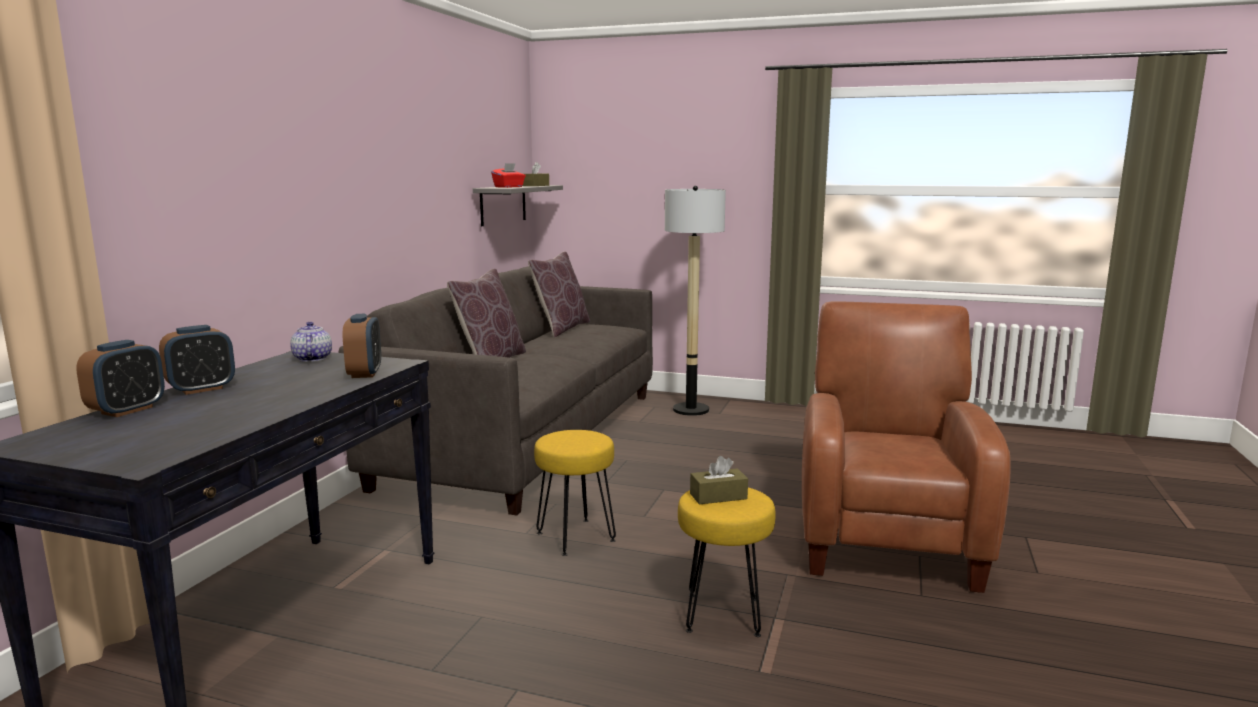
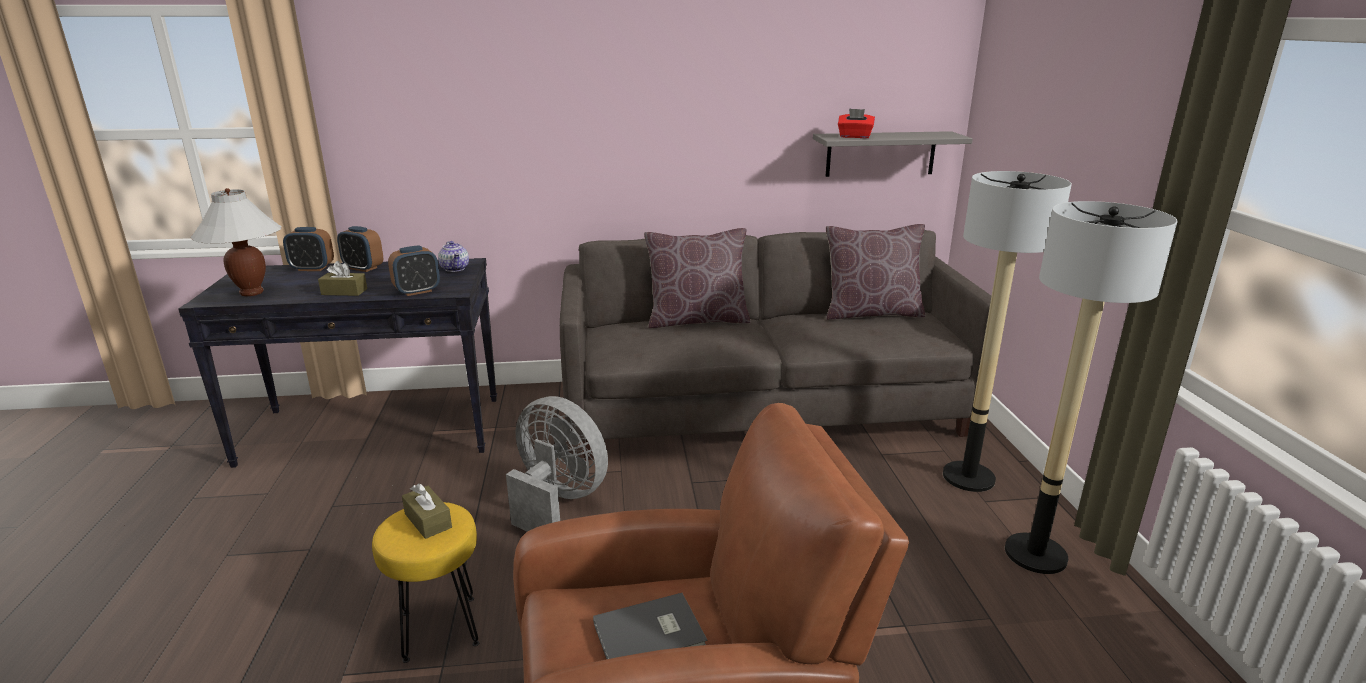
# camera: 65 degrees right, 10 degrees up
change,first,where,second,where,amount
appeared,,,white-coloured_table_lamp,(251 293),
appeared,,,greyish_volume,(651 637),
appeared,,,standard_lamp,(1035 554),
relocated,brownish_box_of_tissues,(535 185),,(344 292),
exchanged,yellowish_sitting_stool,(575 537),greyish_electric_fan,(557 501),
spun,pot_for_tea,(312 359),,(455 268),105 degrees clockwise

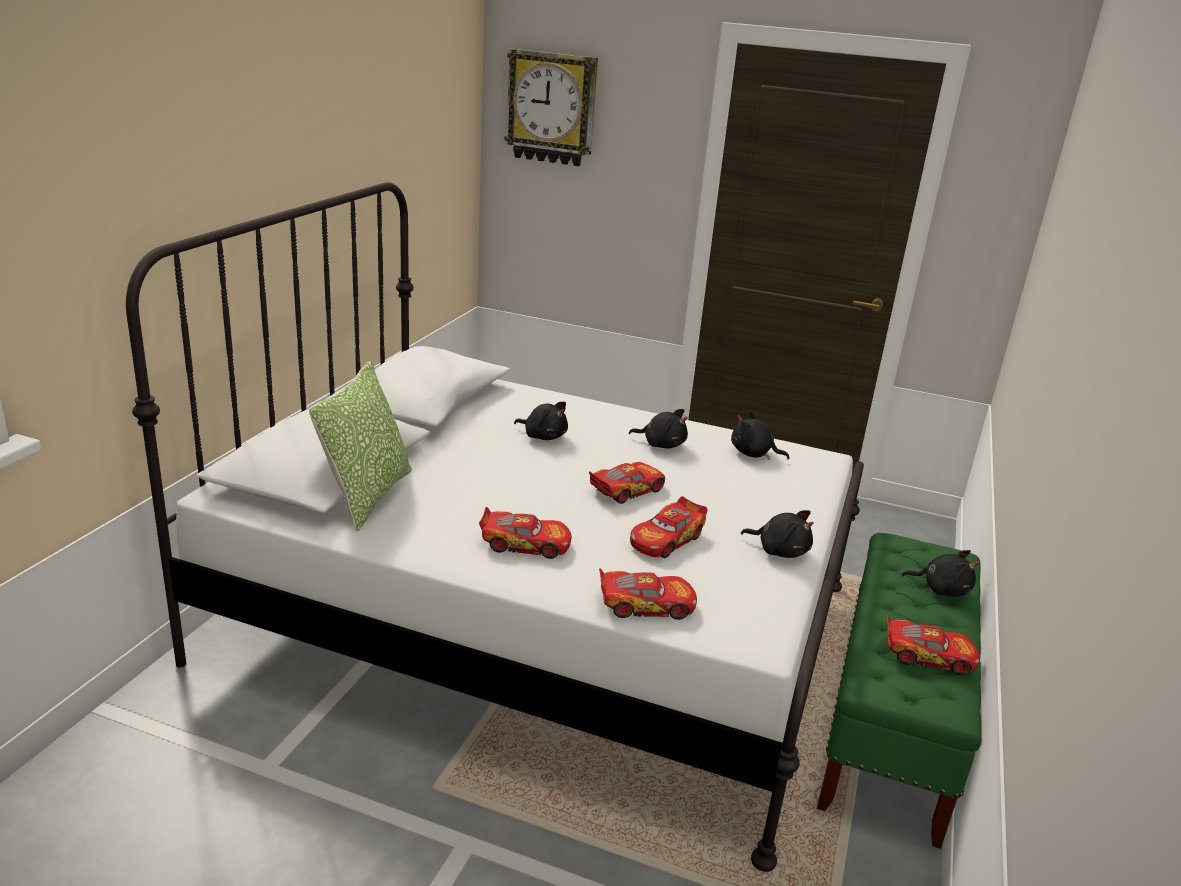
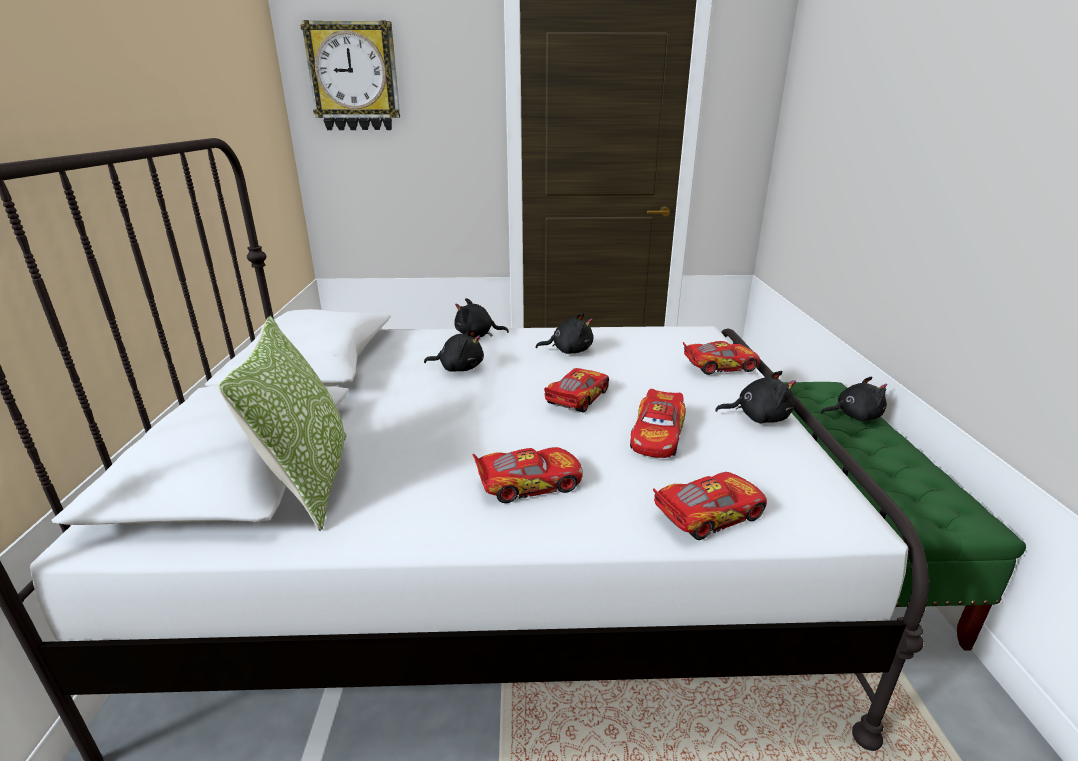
# camera: 20 degrees left, 0 degrees up
change,first,where,second,where,amount
relocated,black-coloured_plush_toy,(753 454),,(477 335),
relocated,miniature_car,(927 656),,(719 366),

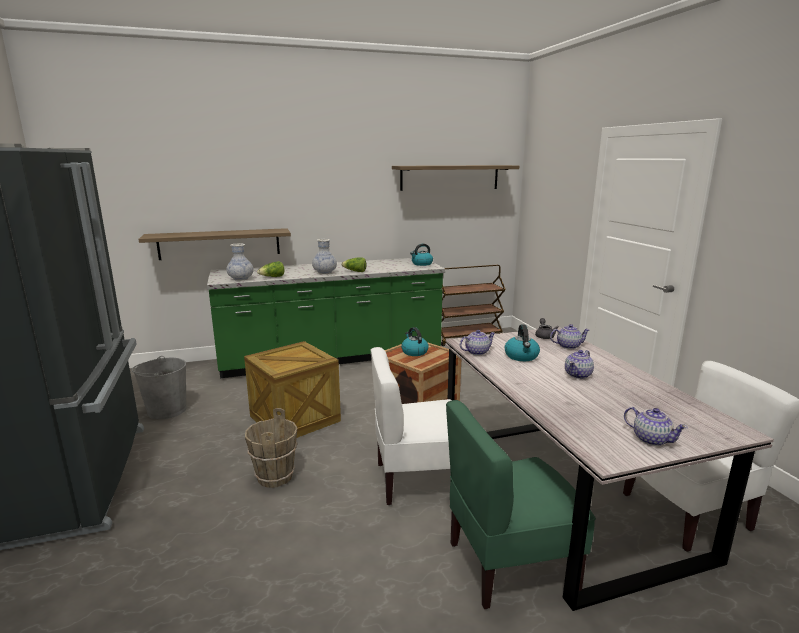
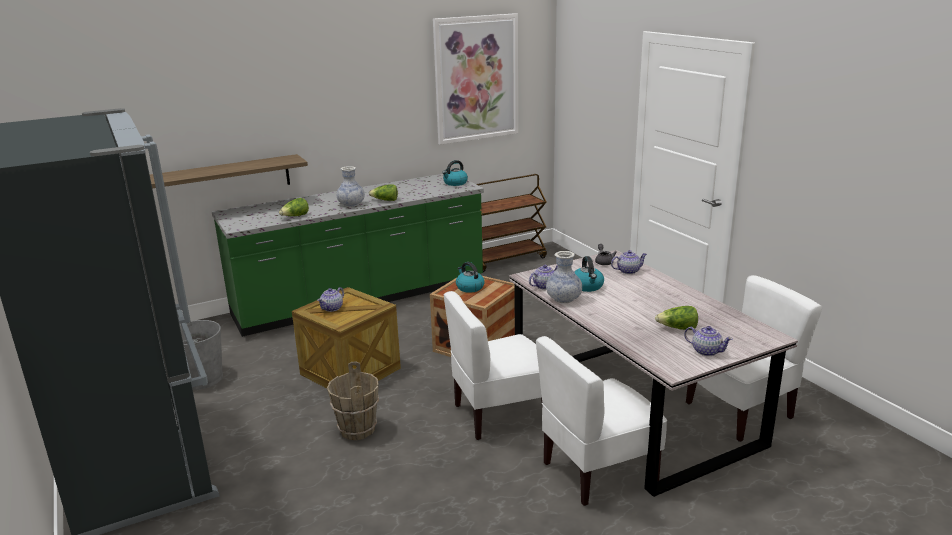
# camera: 10 degrees left, 5 degrees up
change,first,where,second,where,amount
appeared,,,lettuce,(677 328),
relocated,flower_vase,(240 279),,(563 299),
relocated,pot_for_tea,(578 375),,(332 308),
exchanged,shelf,(450 177),wall_picture,(476 78),
colour,green-coloured_chair,(510 565),white-coloured_chair,(598 472),

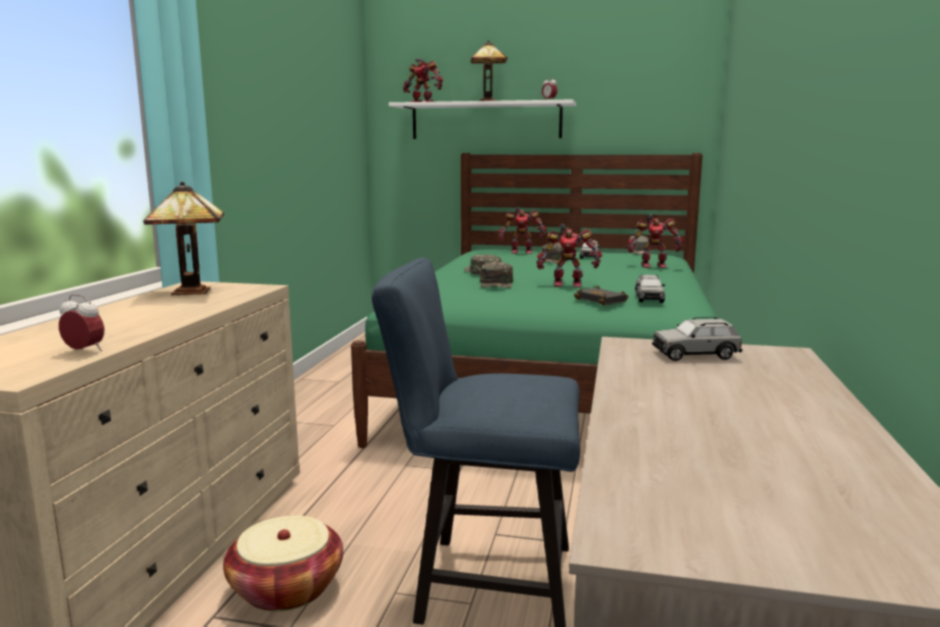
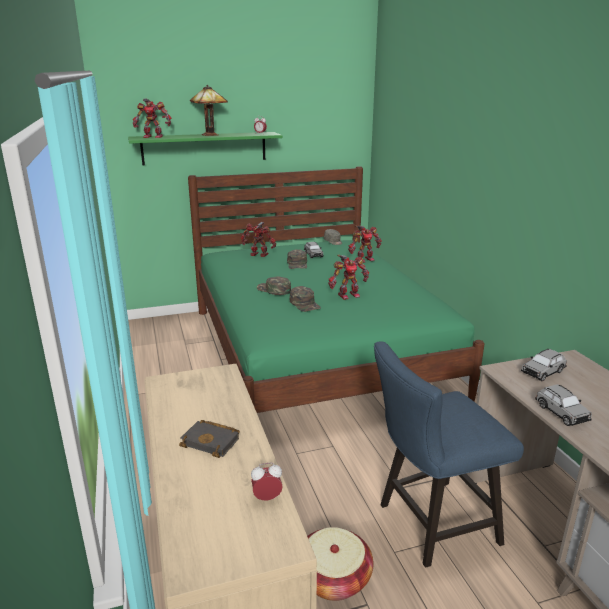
# camera: 30 degrees left, 10 degrees up
change,first,where,second,where,amount
missing,table_lamp,(194 291),,,
relocated,black-coloured_volume,(603 300),,(212 441),
relocated,greyish_miniature_car,(649 298),,(561 413),
colour,white-coloured_shelf,(486 121),green-coloured_shelf,(204 148),
spun,model_robot,(521 252),,(259 255),135 degrees counterclockwise

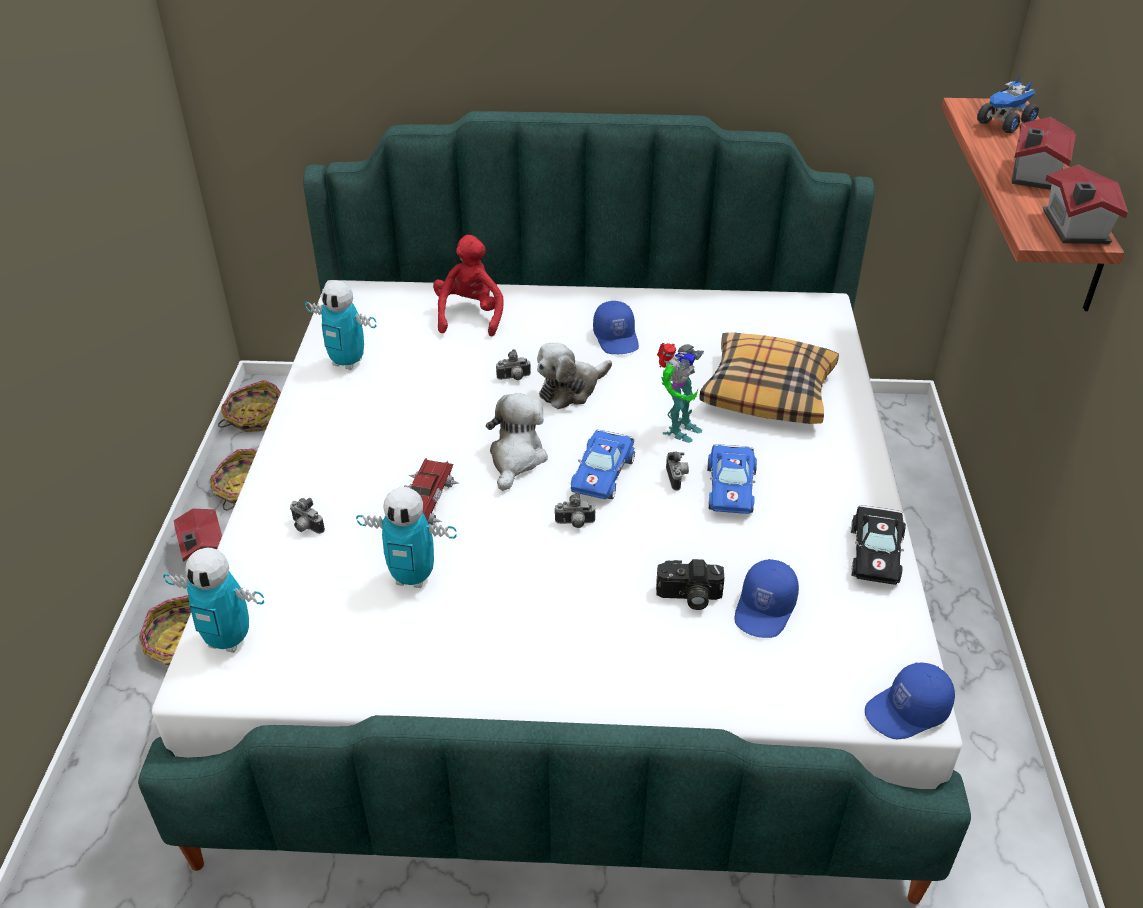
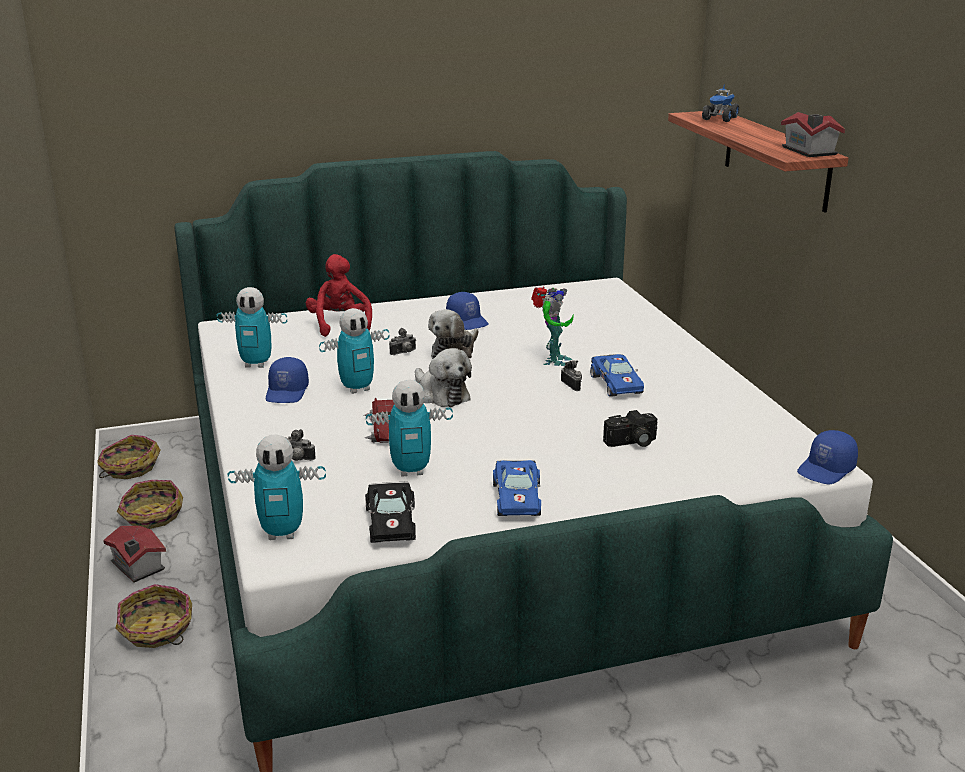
# camera: 20 degrees left, 15 degrees down
change,first,where,second,where,amount
missing,still_camera,(575 524),,,
missing,pillow,(768 391),,,
missing,model_house,(1033 174),,,
appeared,,,model_robot,(357 388),
relocated,bluish_miniature_car,(603 473),,(517 498),
relocated,bluish_cap,(765 609),,(287 392),
relocated,black-coloured_miniature_car,(875 553),,(391 522),
spun,plush_toy,(516 458),,(441 394),150 degrees clockwise

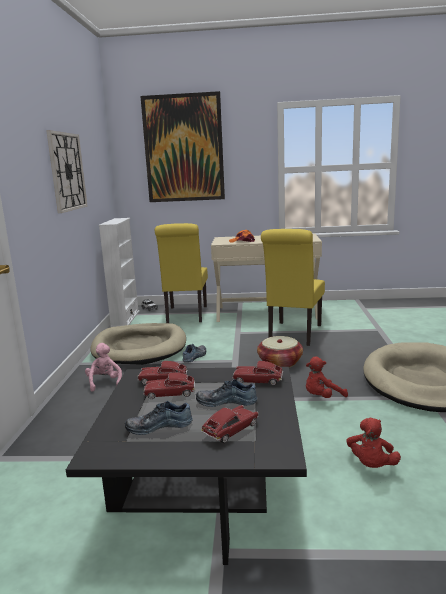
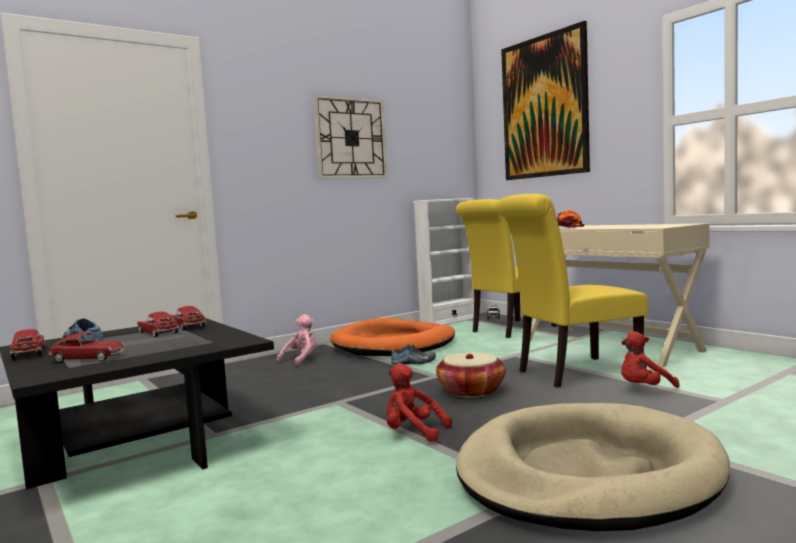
# camera: 50 degrees right, 10 degrees down
change,first,where,second,where,amount
missing,item_of_footwear,(226 401),,,
relocated,miniature_car,(258 380),,(28 353),
relocated,red-coloured_plush_toy,(371 465),,(644 389),
colour,beige_pet_bed,(140 348),orangey_pet_bed,(394 344),

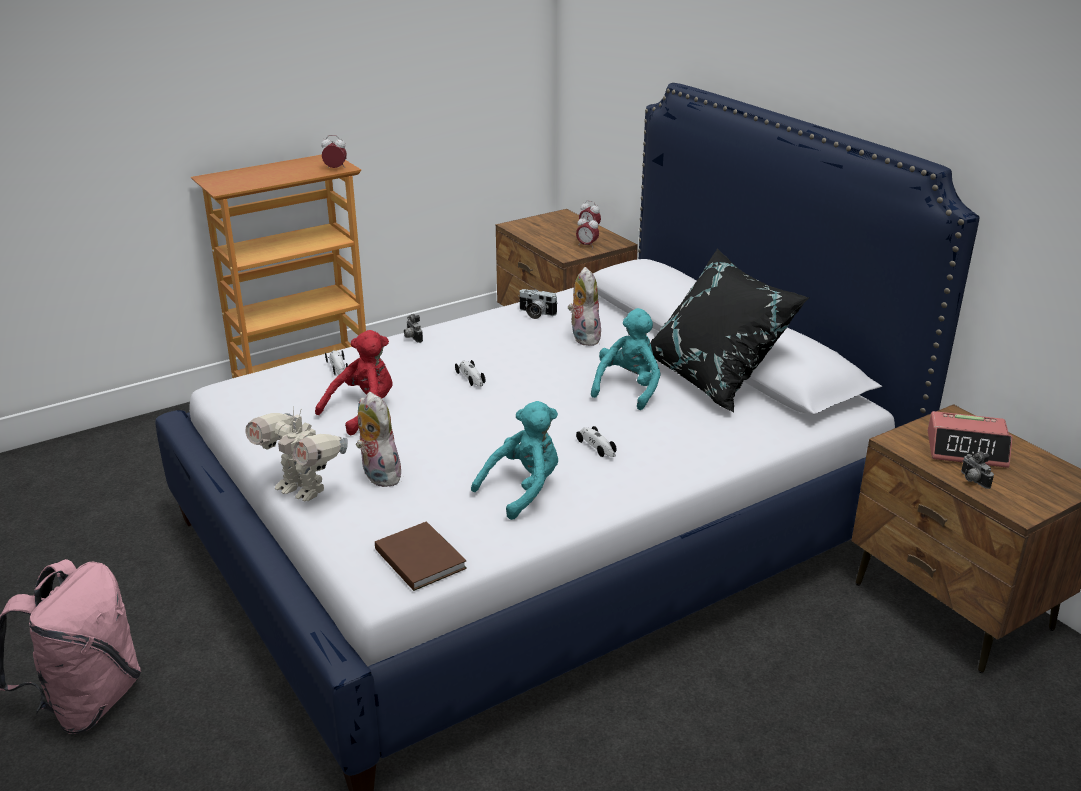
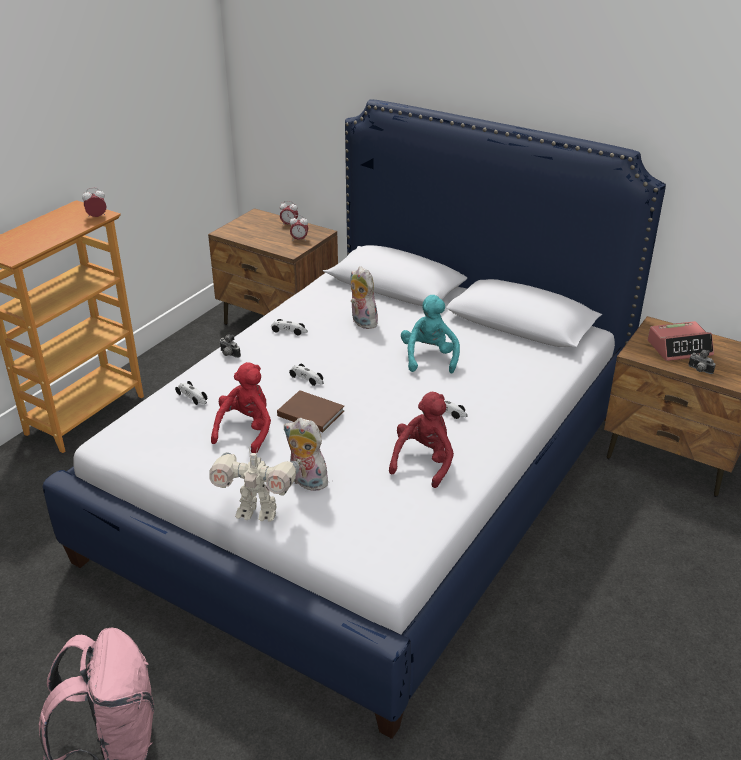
# camera: 25 degrees left, 5 degrees up
change,first,where,second,where,amount
missing,still_camera,(535 314),,,
missing,black-coloured_pillow,(715 378),,,
appeared,,,miniature_car,(289 331),
relocated,brownish_volume,(420 557),,(310 412),
colour,blue-green_plush_toy,(523 490),red-coloured_plush_toy,(424 461),

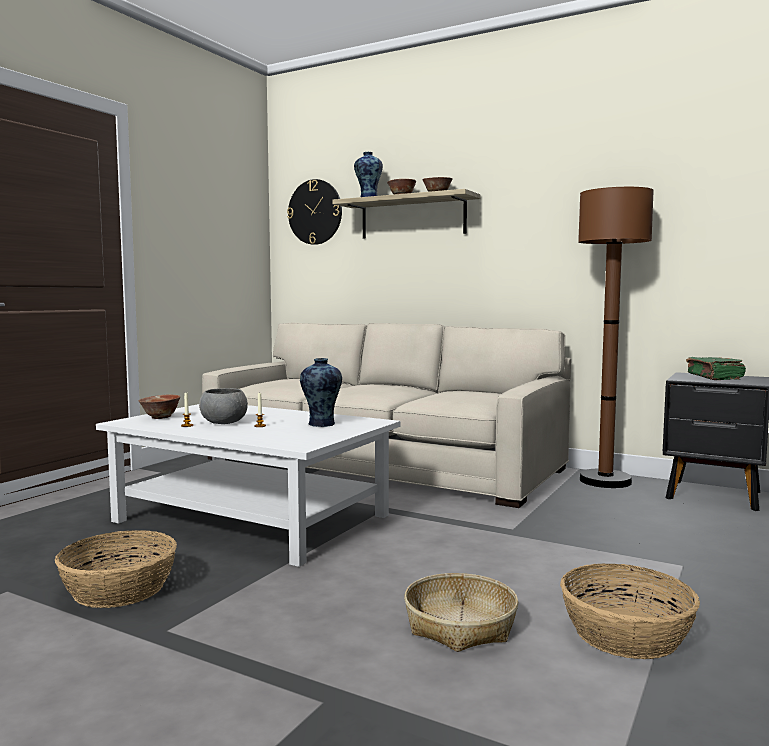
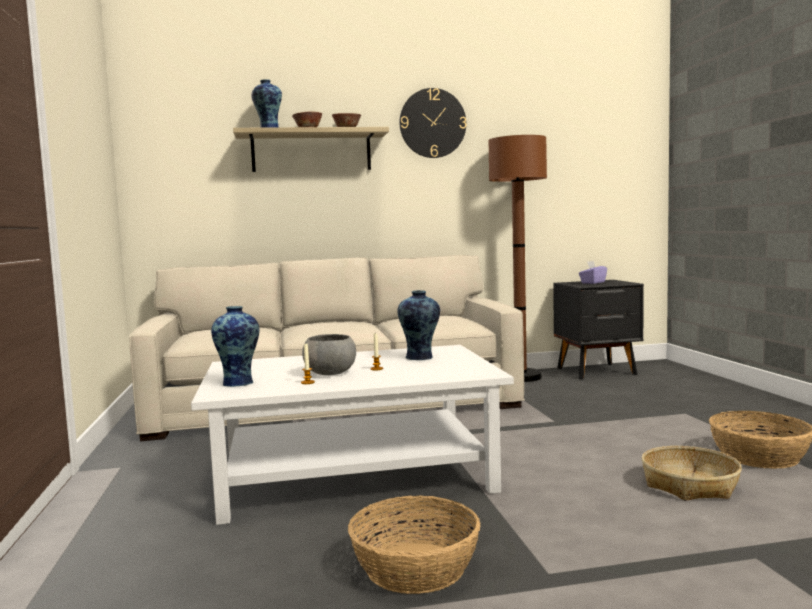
# camera: 40 degrees left, 0 degrees up
change,first,where,second,where,amount
relocated,hanging_clock,(315 212),,(432 123),
exchanged,serving_bowl,(160 417),flower_vase,(239 383),
exchanged,green-coloured_volume,(714 377),purple_box_of_tissues,(592 282),

